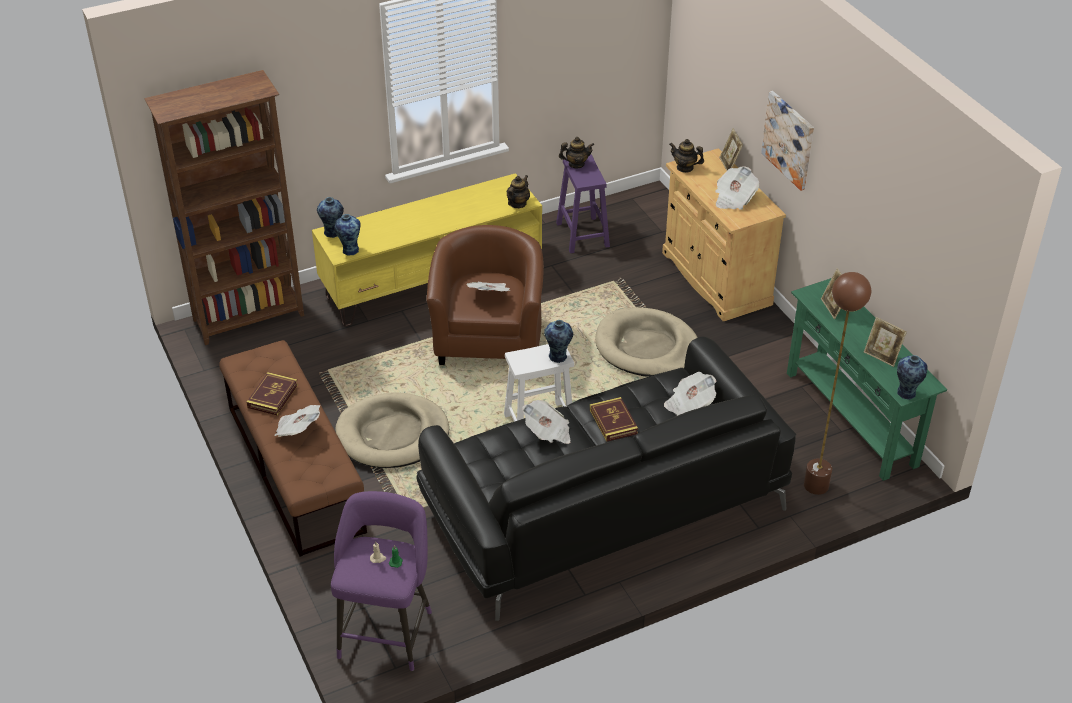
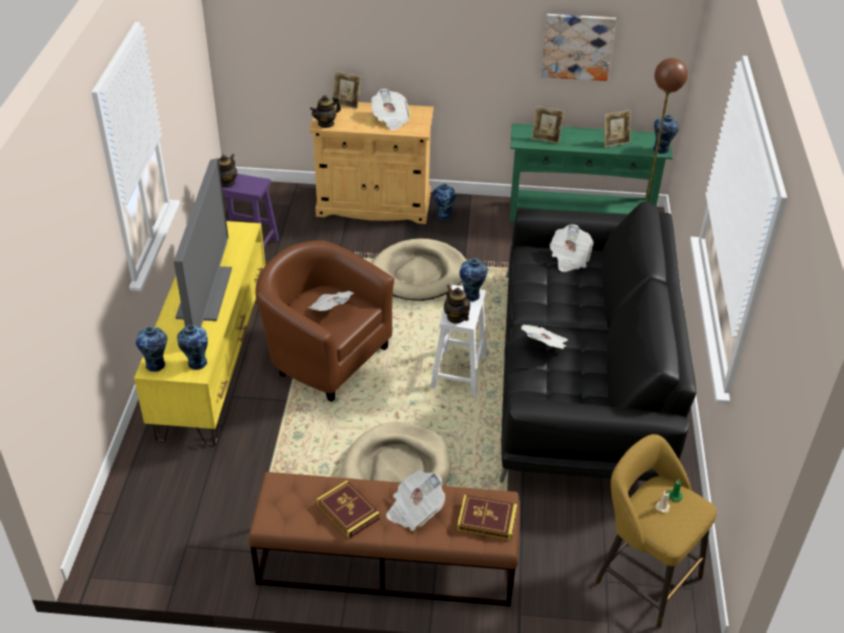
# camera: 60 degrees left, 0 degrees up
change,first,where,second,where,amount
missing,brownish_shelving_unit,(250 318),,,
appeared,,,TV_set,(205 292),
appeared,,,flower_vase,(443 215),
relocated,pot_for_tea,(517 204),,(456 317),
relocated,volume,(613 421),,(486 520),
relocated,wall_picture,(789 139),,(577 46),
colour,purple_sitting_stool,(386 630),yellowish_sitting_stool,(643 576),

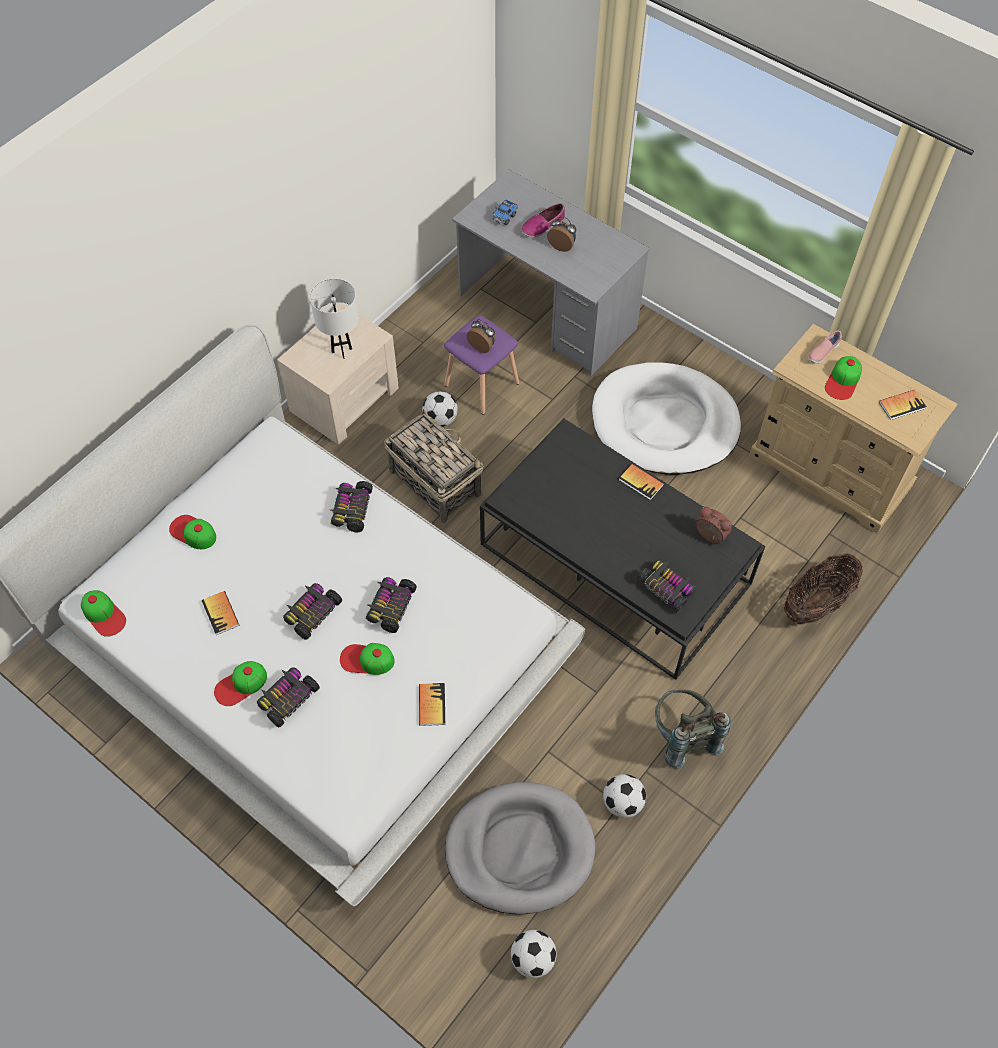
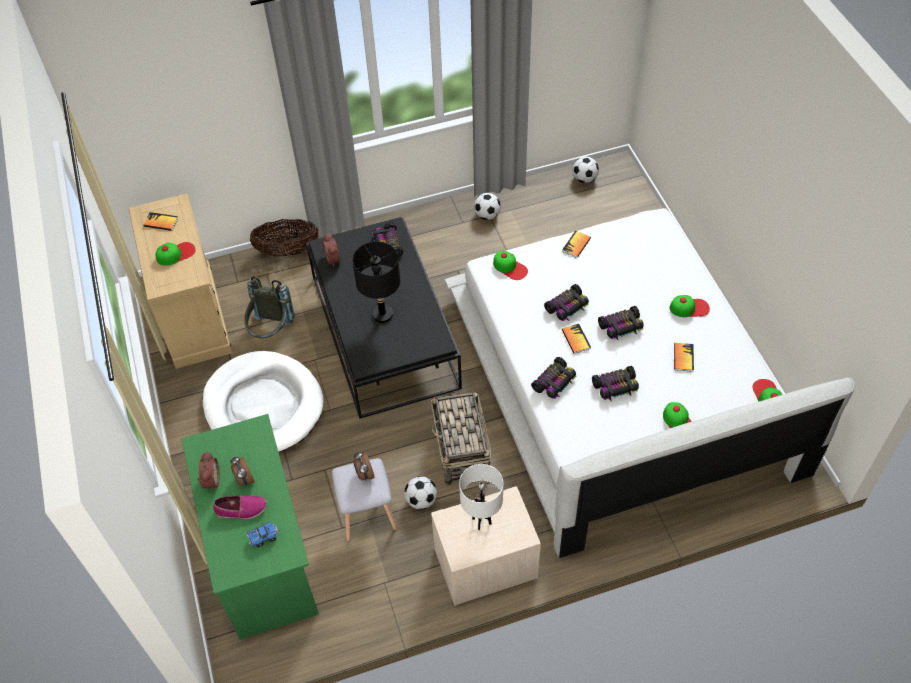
# camera: 145 degrees left, 5 degrees down
change,first,where,second,where,amount
missing,greyish_pet_bed,(520 849),,,
missing,pink_item_of_footwear,(822 353),,,
appeared,,,table_clock,(210 480),
appeared,,,black-coloured_table_lamp,(382 315),
relocated,miniature_car,(287 698),,(616 387),
relocated,cap,(367 660),,(510 267),
relocated,volume,(641 482),,(576 339),
relocated,greyish_rucksack,(682 736),,(271 331),
colour,purple_sitting_stool,(480 384),greyish_sitting_stool,(367 514),
colour,greyish_desk,(547 312),green-coloured_desk,(261 551),

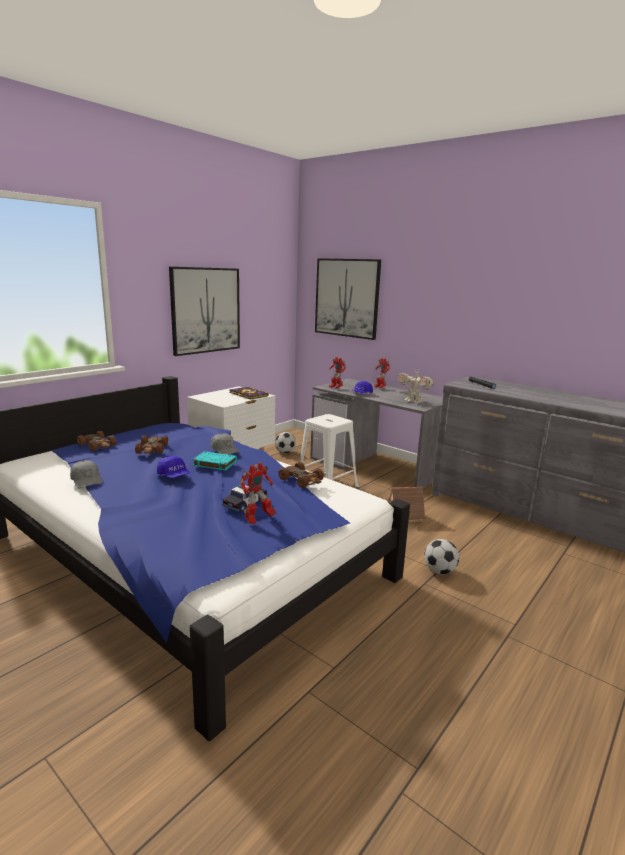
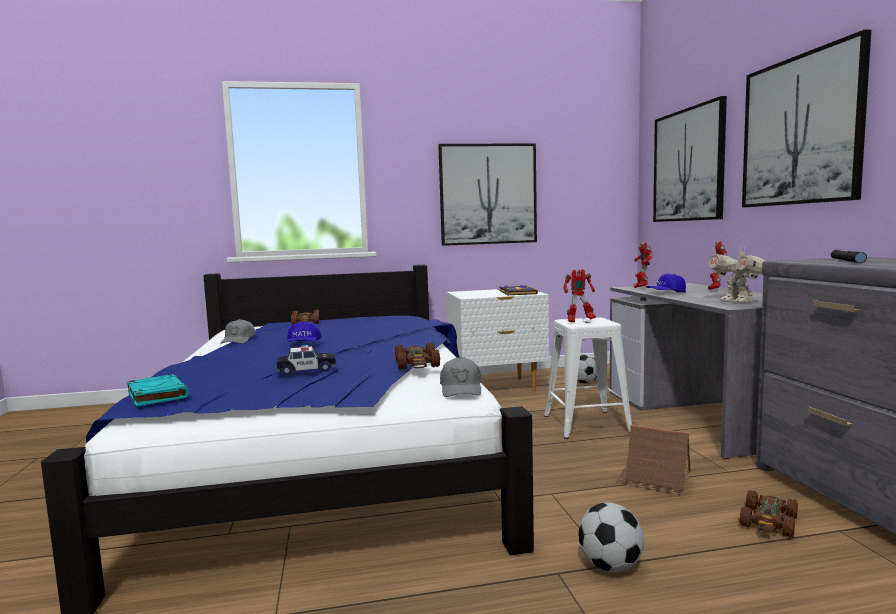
# camera: 40 degrees right, 10 degrees down
change,first,where,second,where,amount
appeared,,,wall_picture,(800 130),
relocated,brownish_miniature_car,(152 449),,(769 522),
relocated,blue-green_volume,(214 463),,(157 395),
relocated,greyish_cap,(224 450),,(461 389),
relocated,model_robot,(258 519),,(579 321),

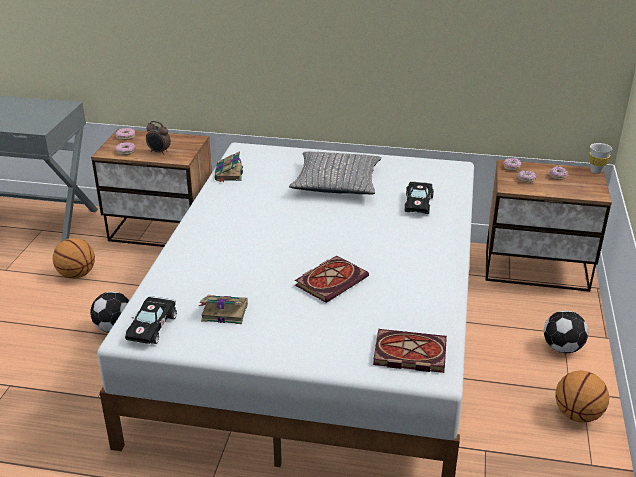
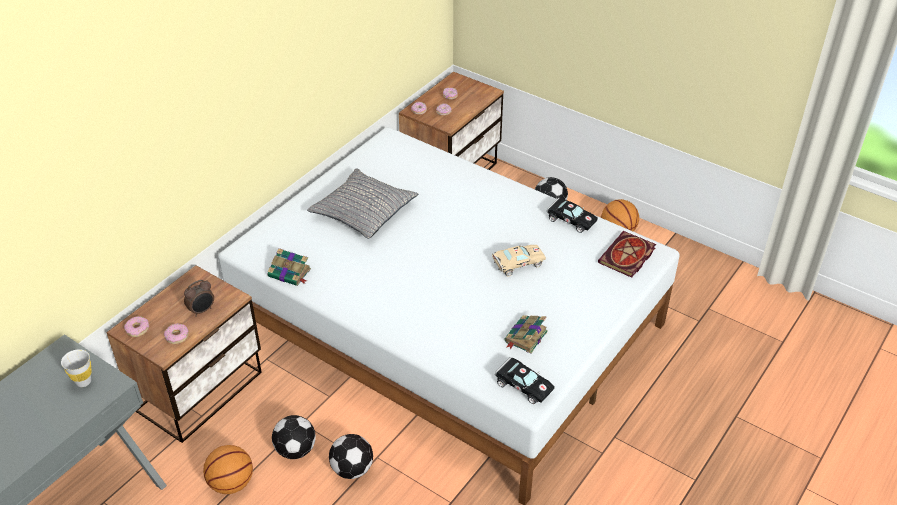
# camera: 65 degrees left, 10 degrees up
change,first,where,second,where,amount
appeared,,,football,(296 450),
relocated,black-coloured_miniature_car,(418 203),,(569 220),
relocated,white-coloured_cup,(596 171),,(83 381),
exchanged,volume,(331 280),beige_miniature_car,(516 264),

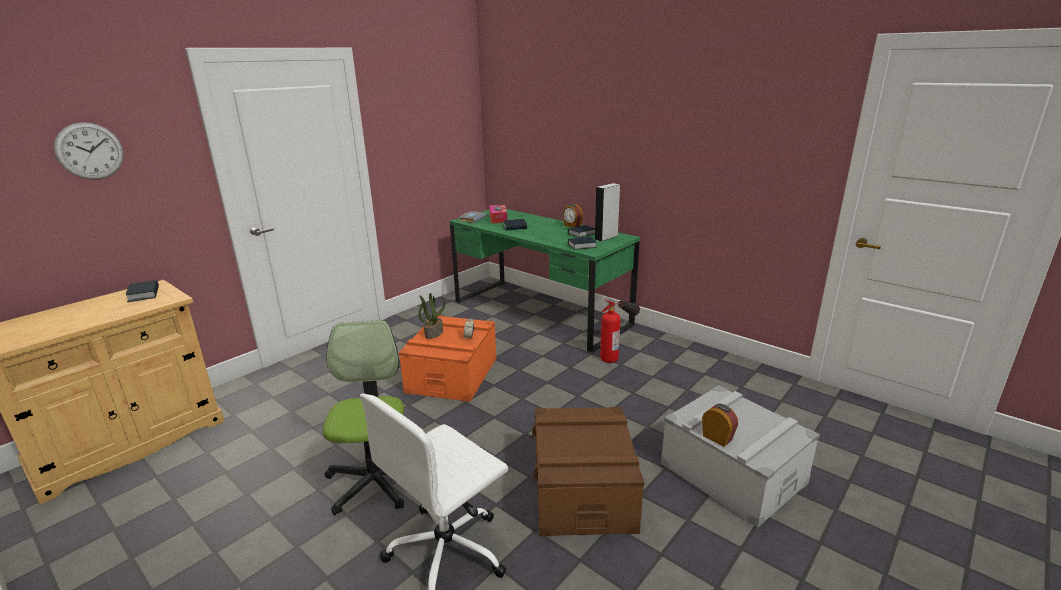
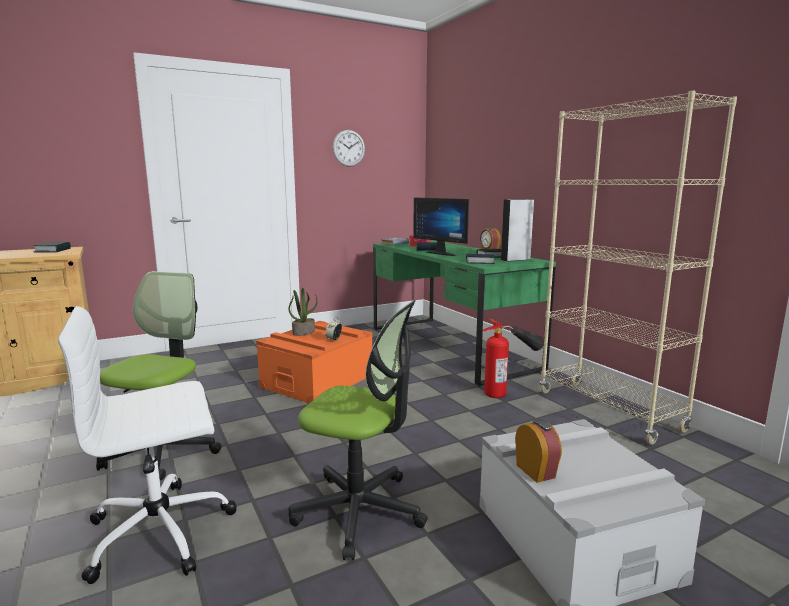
# camera: 20 degrees right, 10 degrees down
change,first,where,second,where,amount
appeared,,,monitor,(443 253),
appeared,,,beige_shelving_unit,(608 411),
relocated,hanging_clock,(90 151),,(348 148),
exchanged,brownish_storage_box,(583 490),computer_chair,(359 511),

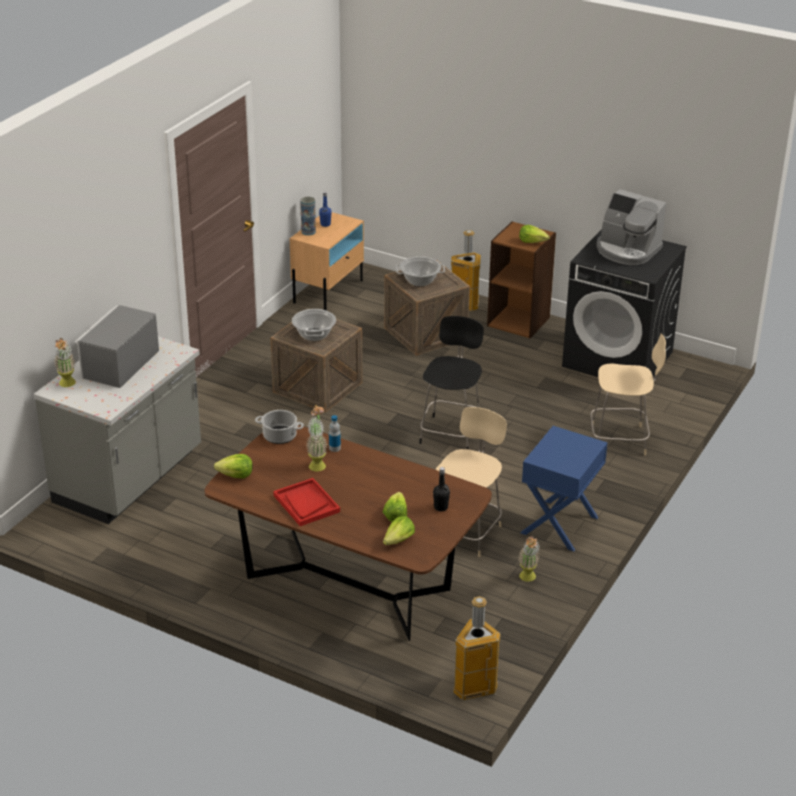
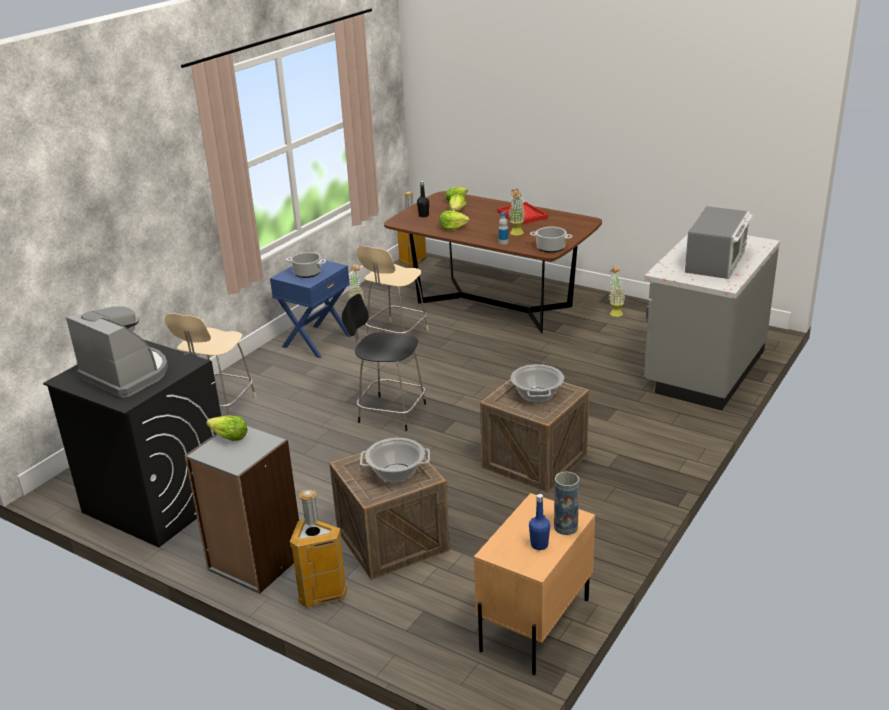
# camera: 175 degrees left, 5 degrees down
change,first,where,second,where,amount
appeared,,,cooking_pot,(307 273),
relocated,houseplant,(67 385),,(615 312),
relocated,lettuce,(236 475),,(453 228),
colour,brownish_shelving_unit,(519 321),greyish_shelving_unit,(255 562),
spun,black-coloured_chair,(451 432),,(389 412),90 degrees clockwise
spun,beige_chair,(621 440),,(220 407),75 degrees counterclockwise

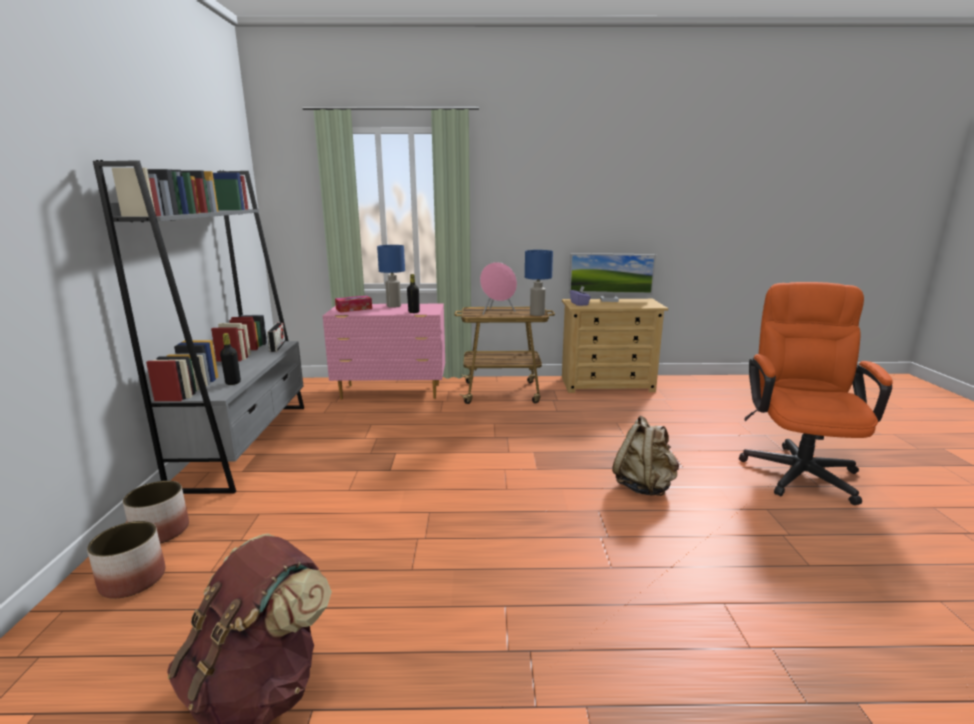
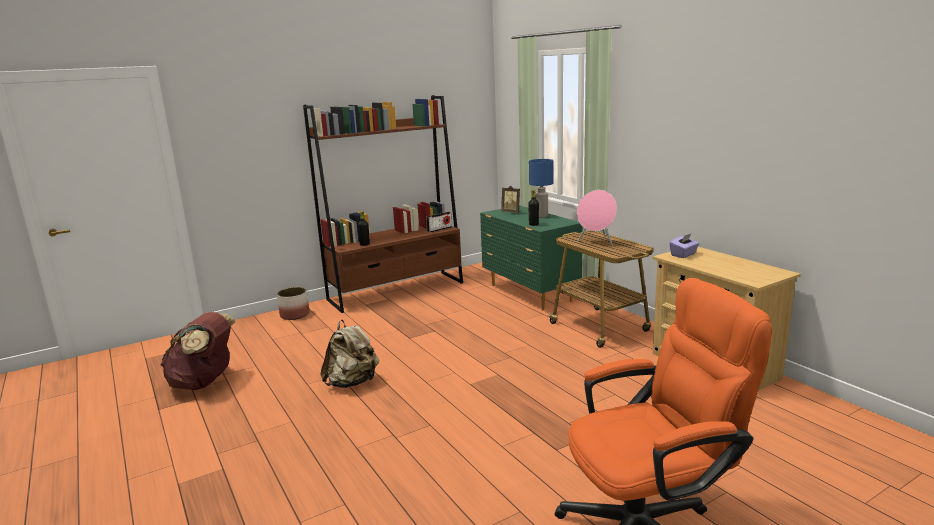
# camera: 60 degrees right, 0 degrees up
change,first,where,second,where,amount
missing,planter,(132 580),,,
missing,bluish_table_lamp,(537 314),,,
missing,monitor,(609 300),,,
relocated,beige_rucksack,(644 486),,(352 383),
exchanged,box_of_tissues,(354 309),picture_frame,(511 212),
colour,greyish_shelving_unit,(246 443),brownish_shelving_unit,(397 291),
colour,pink_drawer_chest,(392 392),green-coloured_drawer_chest,(530 294),

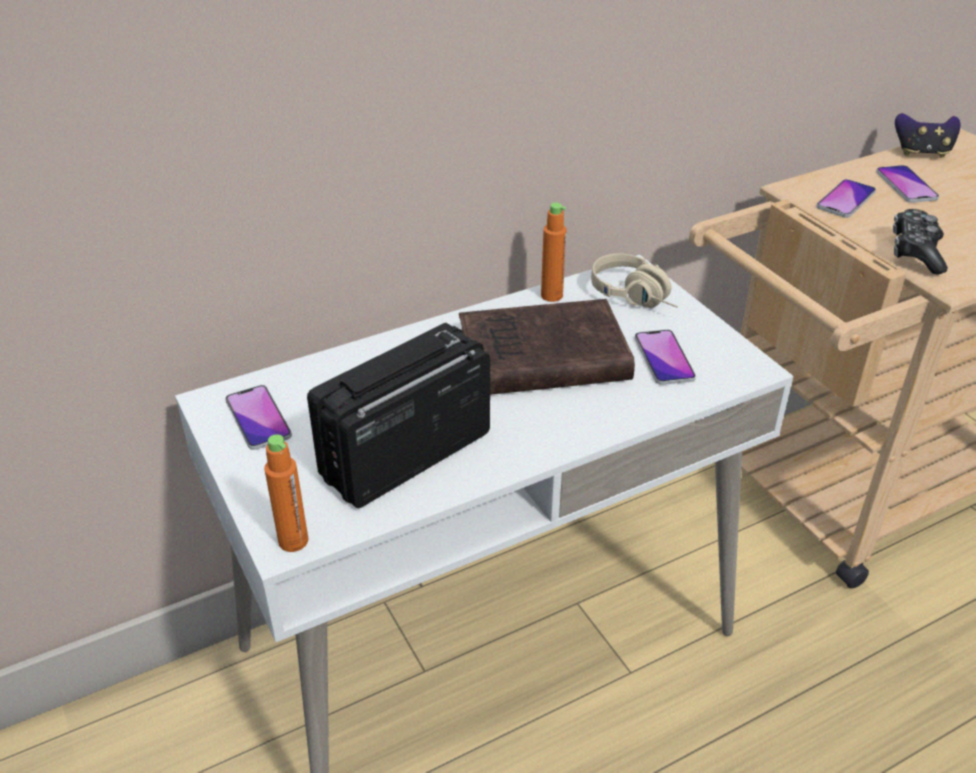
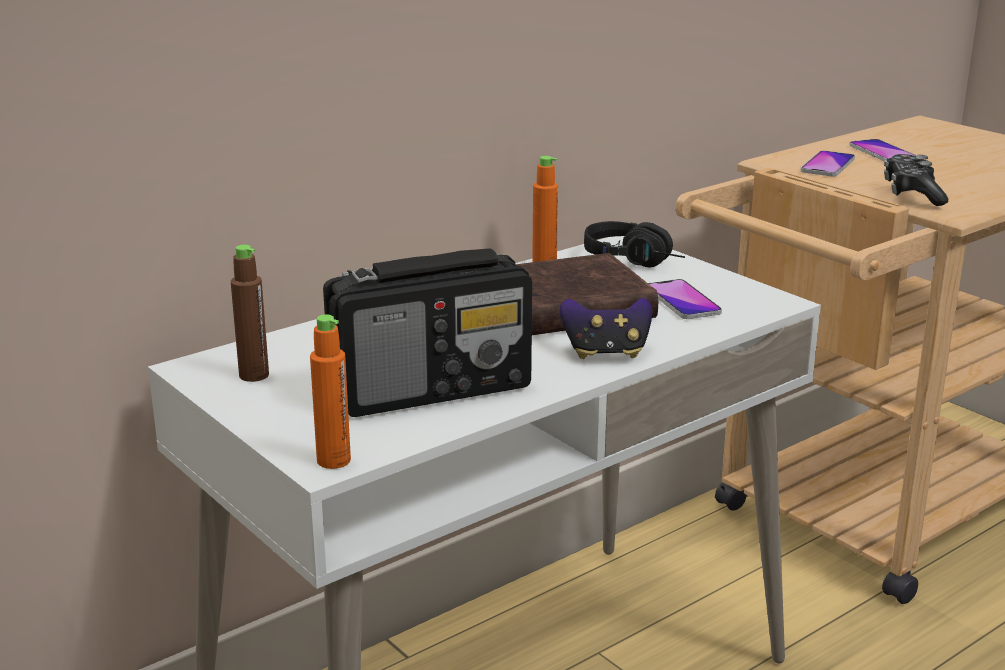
# camera: 10 degrees left, 15 degrees down
change,first,where,second,where,amount
relocated,joypad,(921 152),,(606 353),
exchanged,phone,(258 418),brownish_bottle,(254 375),
colour,beige_headset,(638 297),black-coloured_headset,(637 261),
spun,radio,(404 456),,(432 389),150 degrees counterclockwise

